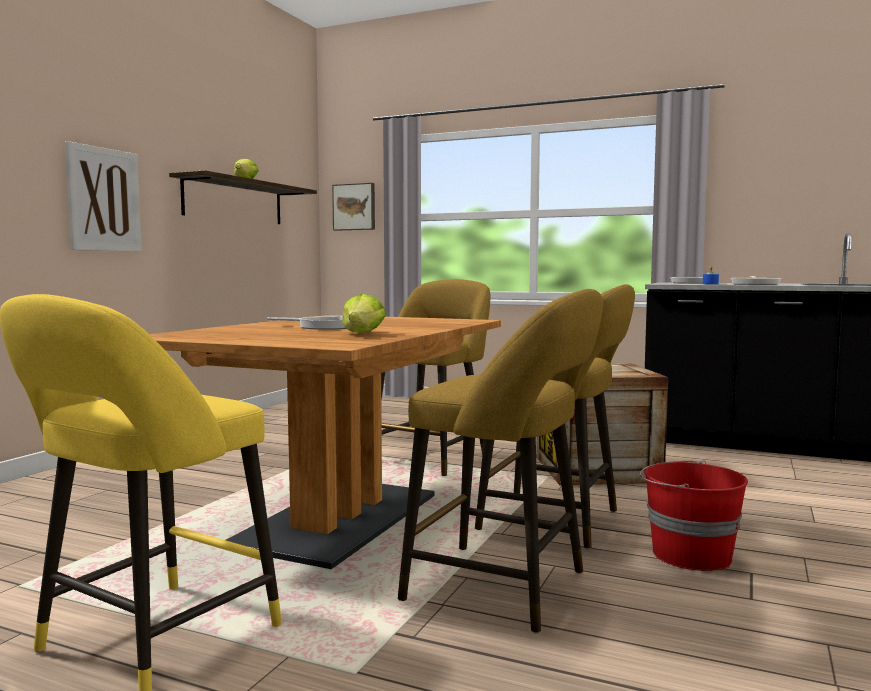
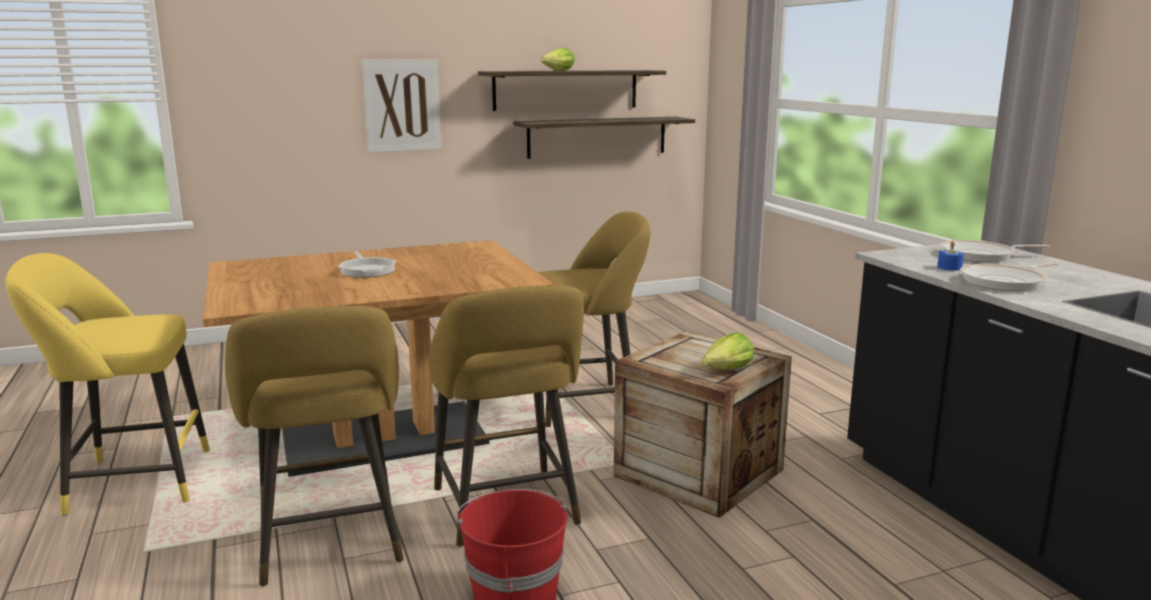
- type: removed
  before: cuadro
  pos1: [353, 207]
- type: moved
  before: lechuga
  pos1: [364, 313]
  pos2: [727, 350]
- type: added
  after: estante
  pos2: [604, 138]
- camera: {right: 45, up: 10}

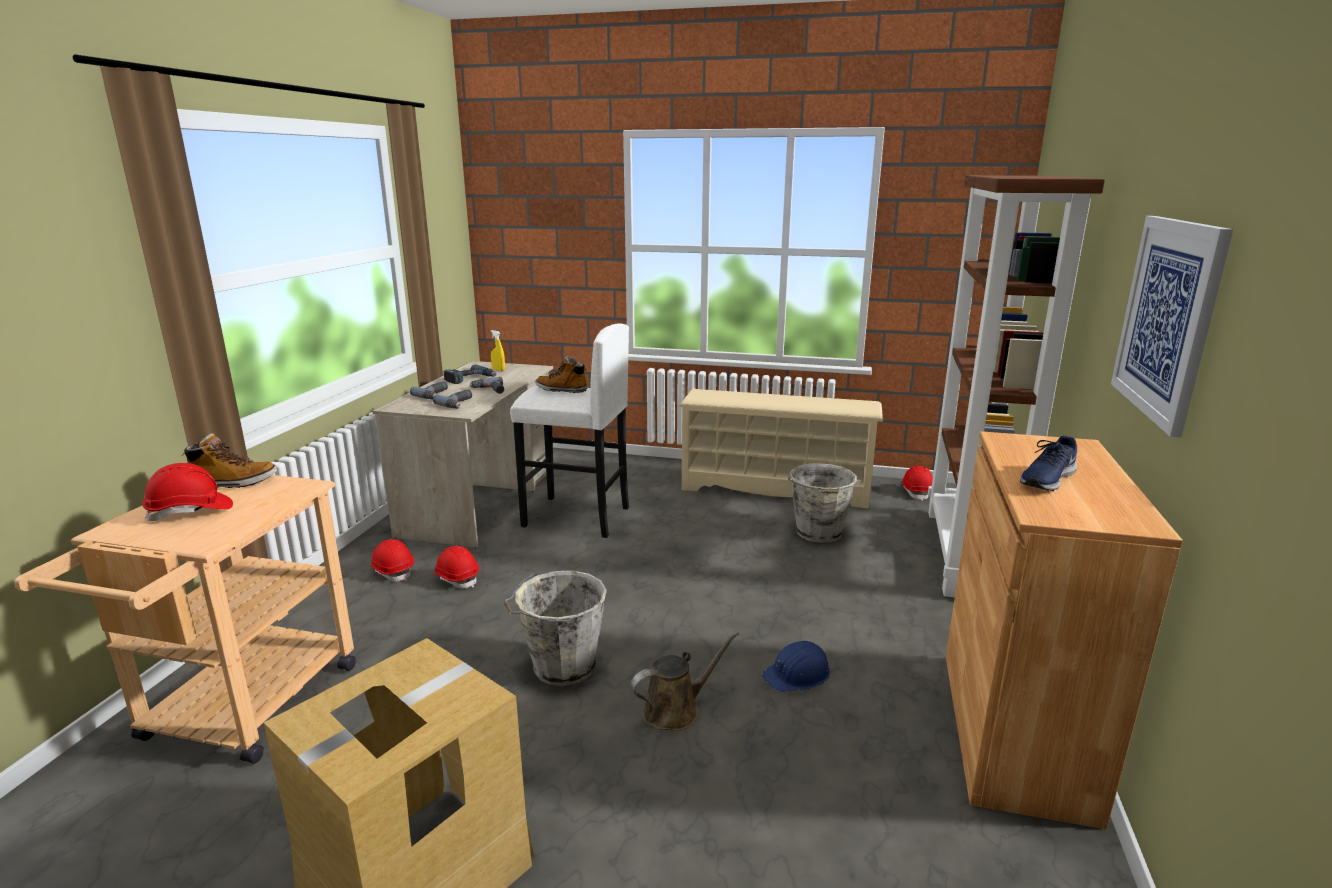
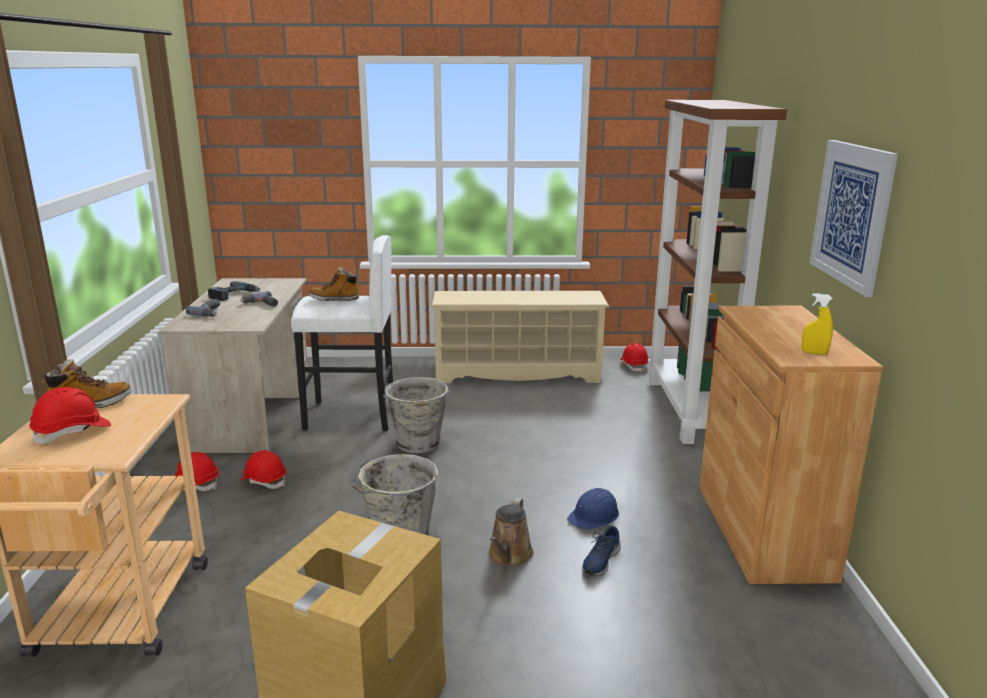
- type: removed
  before: taladro
  pos1: [452, 399]
- type: moved
  before: pulverizador [amarillo]
  pos1: [498, 350]
  pos2: [817, 324]
- type: turned
  before: regadera [marrón]
  pos1: [685, 681]
  pos2: [511, 532]
  turn: 150
- type: moved
  before: cubo [gris]
  pos1: [824, 503]
  pos2: [417, 415]
- type: moved
  before: zapato [azul]
  pos1: [1048, 463]
  pos2: [601, 551]
- camera: {right: -15, up: 0}

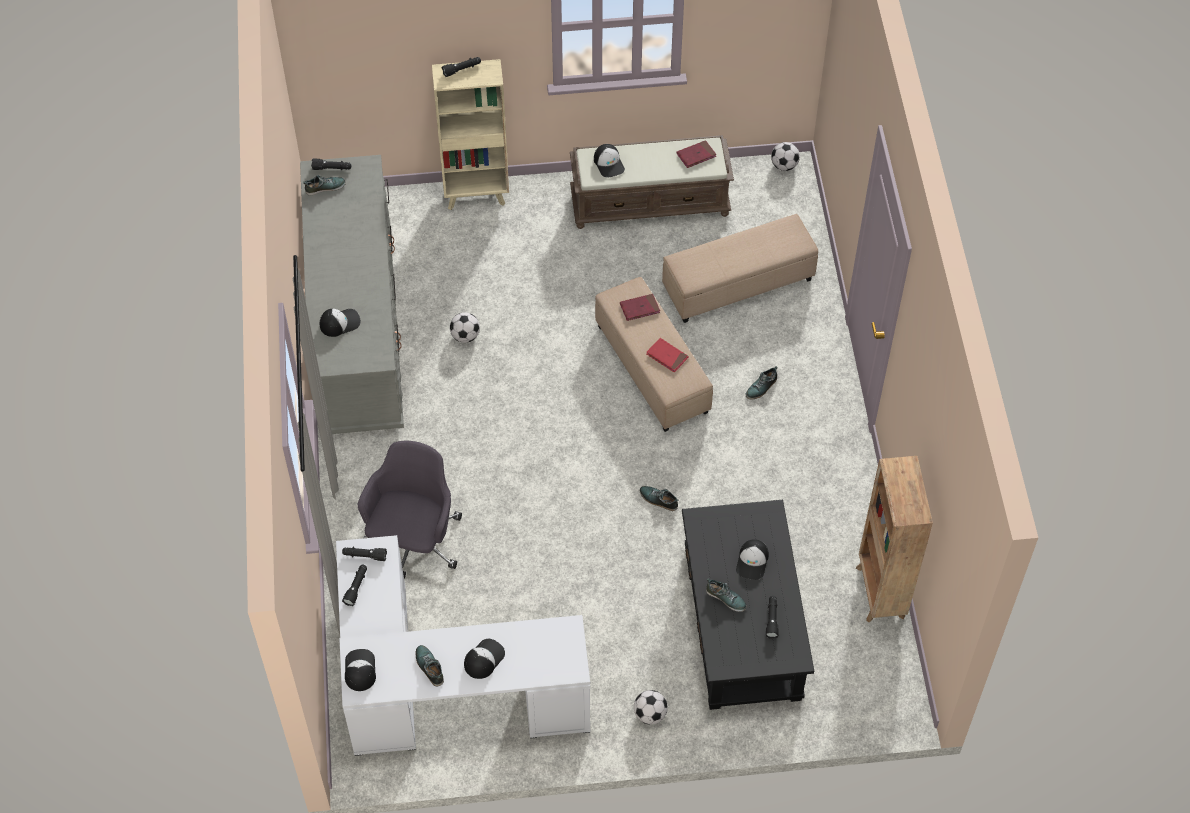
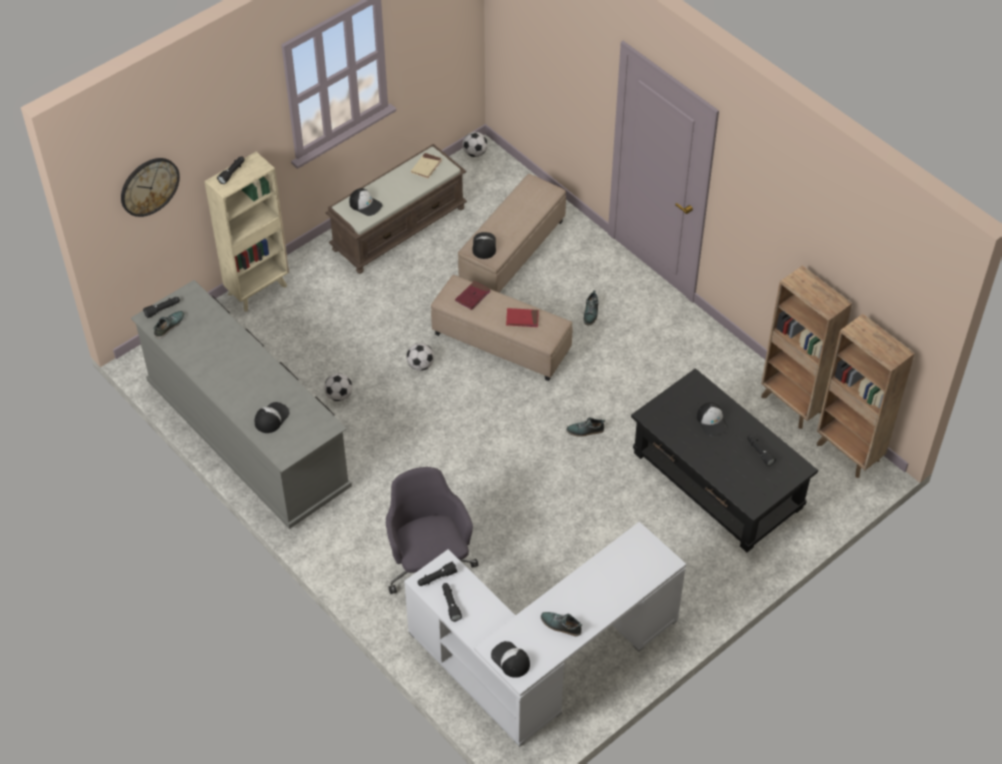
- type: moved
  before: gorra
  pos1: [484, 659]
  pos2: [484, 245]
- type: moved
  before: balón de fútbol
  pos1: [651, 707]
  pos2: [420, 357]
- type: recoloured
  before: libro [rojo]
  after: libro [beis]
  pos1: [696, 154]
  pos2: [426, 166]
- type: removed
  before: zapato
  pos1: [726, 595]
- type: added
  after: reloj de pared
  pos2: [150, 187]
- type: added
  after: estantería [marrón]
  pos2: [866, 396]
- camera: {right: -35, up: -5}

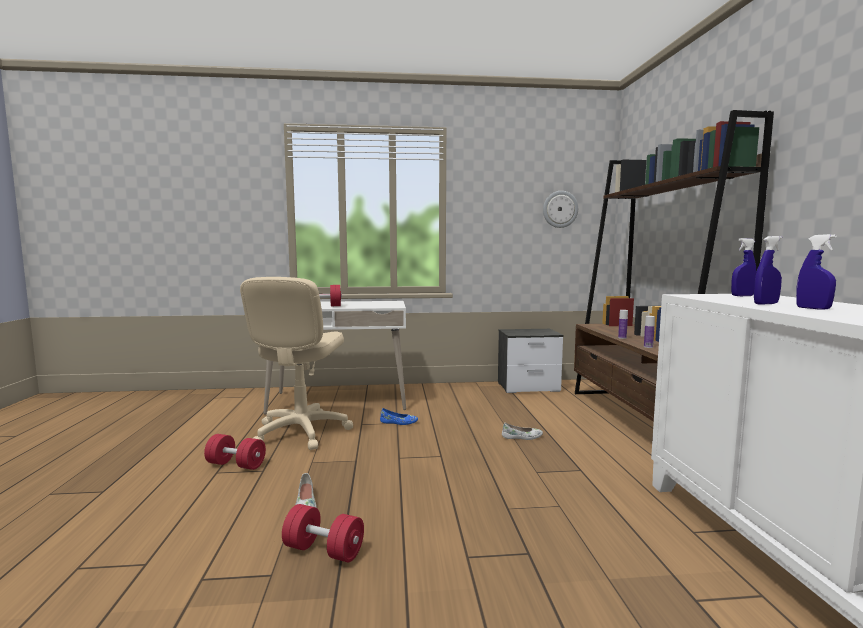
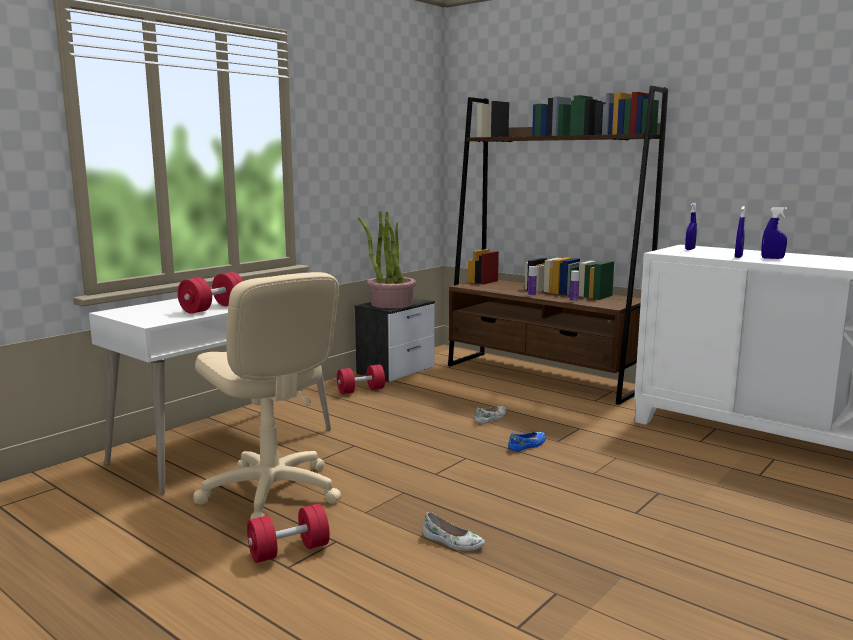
- type: moved
  before: mancuerna [rojo]
  pos1: [323, 533]
  pos2: [361, 379]
- type: moved
  before: zapato [azul]
  pos1: [399, 416]
  pos2: [527, 442]
- type: removed
  before: reloj de pared
  pos1: [560, 209]
- type: added
  after: planta en maceta
  pos2: [387, 259]
- camera: {right: -45, up: 5}

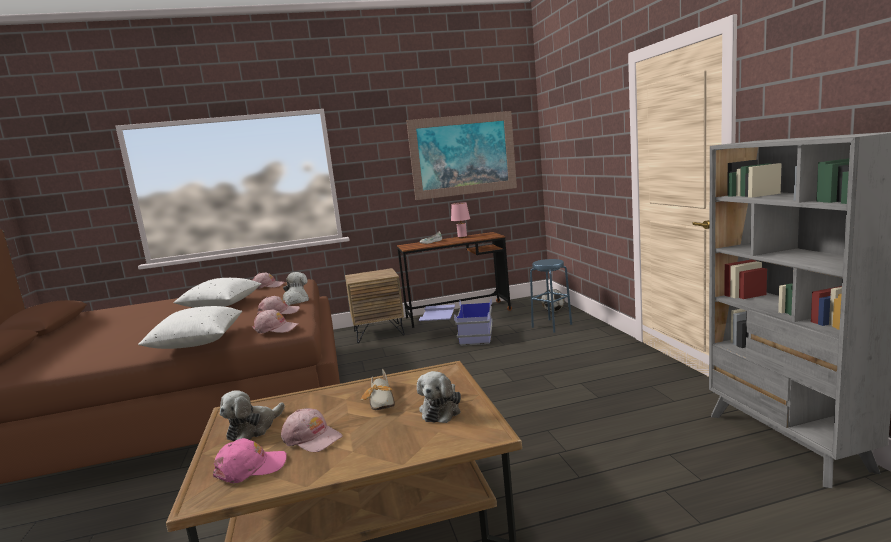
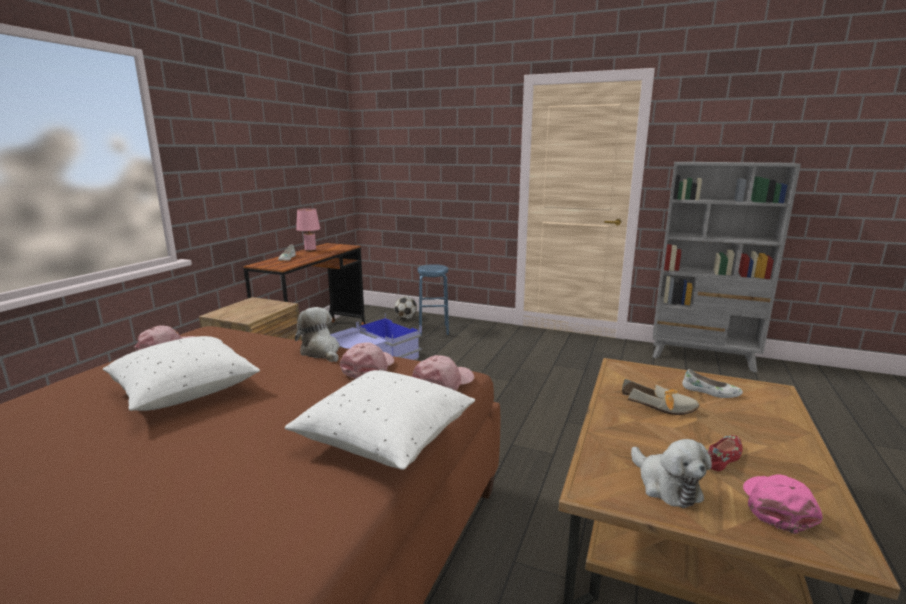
- type: replaced
  before: gorra [rosa]
  after: zapato [rojo]
  pos1: [311, 430]
  pos2: [725, 453]
- type: removed
  before: cuadro
  pos1: [461, 155]
- type: replaced
  before: peluche
  after: zapato [blanco]
  pos1: [439, 397]
  pos2: [712, 383]
- camera: {right: -55, up: 5}

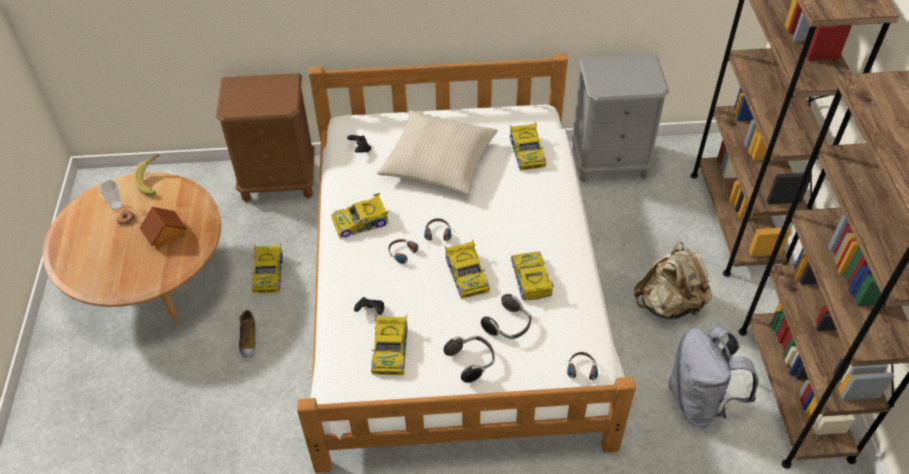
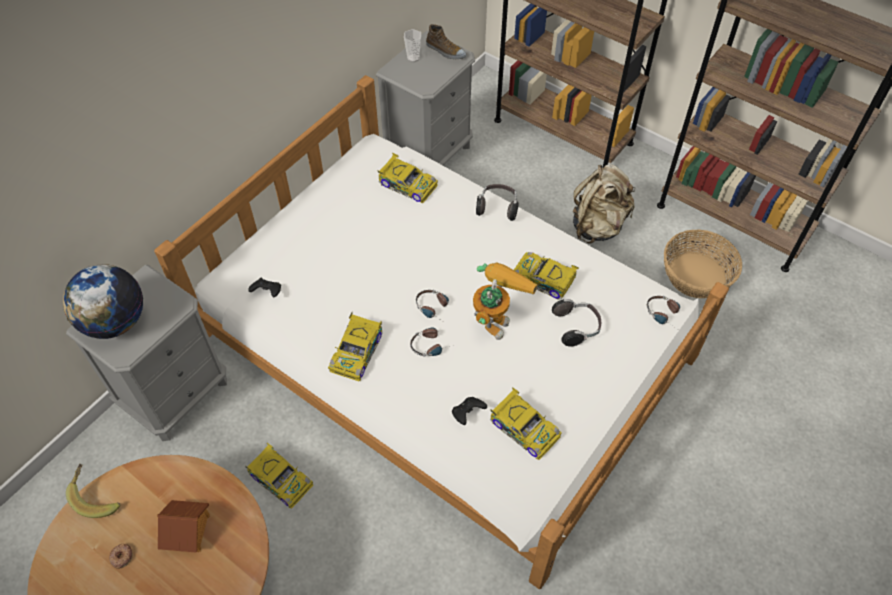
- type: moved
  before: taza
  pos1: [110, 195]
  pos2: [412, 45]
- type: recoloured
  before: mesita de noche [marrón]
  after: mesita de noche [gris]
  pos1: [265, 137]
  pos2: [146, 353]
- type: moved
  before: zapato
  pos1: [247, 334]
  pos2: [446, 41]
- type: removed
  before: cojín [beis]
  pos1: [437, 152]
- type: moved
  before: auriculares
  pos1: [469, 359]
  pos2: [497, 202]
- type: replaced
  before: coche de juguete
  after: robot de juguete
  pos1: [467, 269]
  pos2: [505, 301]
- type: replaced
  before: mochila [gris]
  after: cesta
  pos1: [713, 376]
  pos2: [703, 263]
- type: added
  after: globo terráqueo
  pos2: [103, 301]
- camera: {right: -50, up: 5}

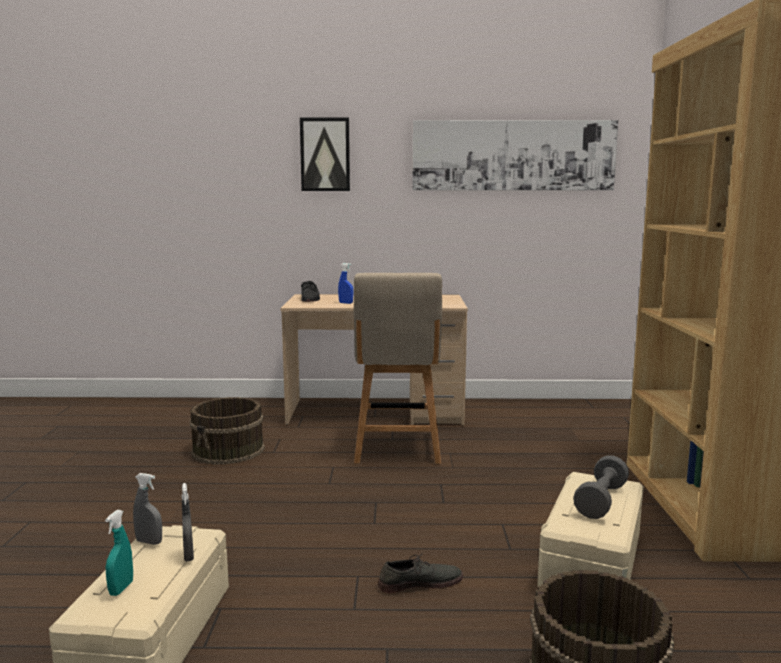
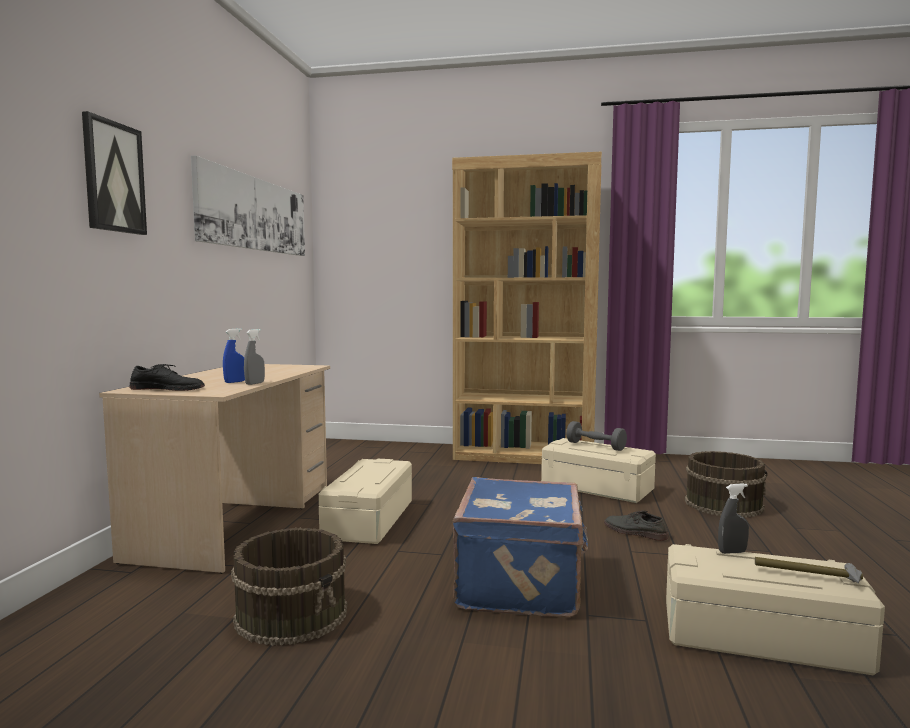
- type: replaced
  before: pulverizador [turquesa]
  after: martillo
  pos1: [119, 553]
  pos2: [809, 570]
- type: moved
  before: pulverizador [gris]
  pos1: [147, 509]
  pos2: [254, 357]
- type: replaced
  before: silla [beis]
  after: caja de almacenaje [beis]
  pos1: [398, 368]
  pos2: [365, 501]
- type: turned
  before: zapato [gris]
  pos1: [420, 573]
  pos2: [636, 525]
  turn: -45
- type: added
  after: maleta [azul]
  pos2: [520, 547]
- camera: {right: -80, up: -5}

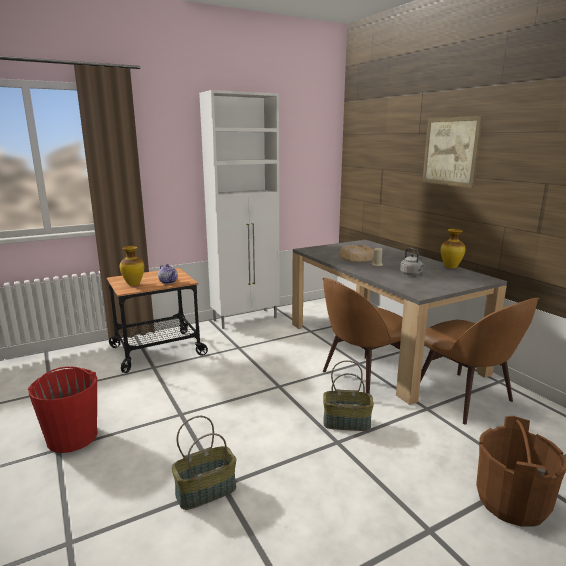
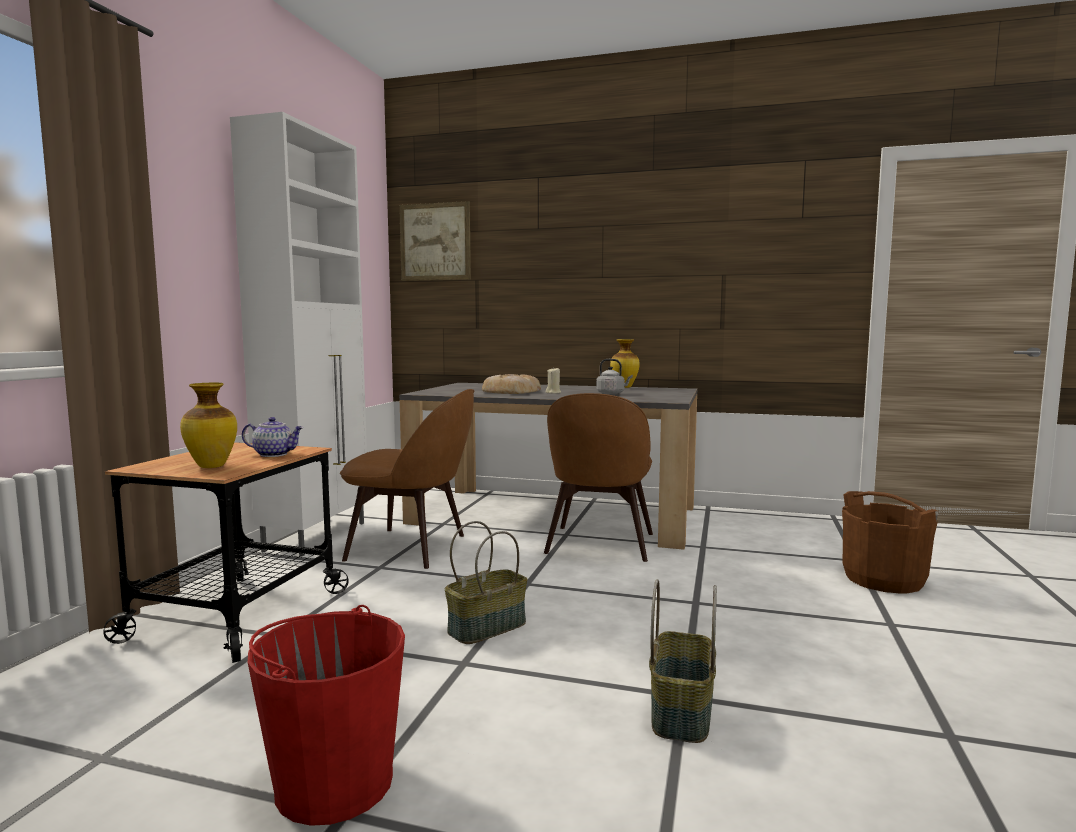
- type: moved
  before: cesta
  pos1: [348, 395]
  pos2: [486, 582]
- type: moved
  before: silla [marrón]
  pos1: [479, 361]
  pos2: [407, 479]
- type: moved
  before: cuadro
  pos1: [452, 152]
  pos2: [435, 241]
- camera: {right: -45, up: -10}

